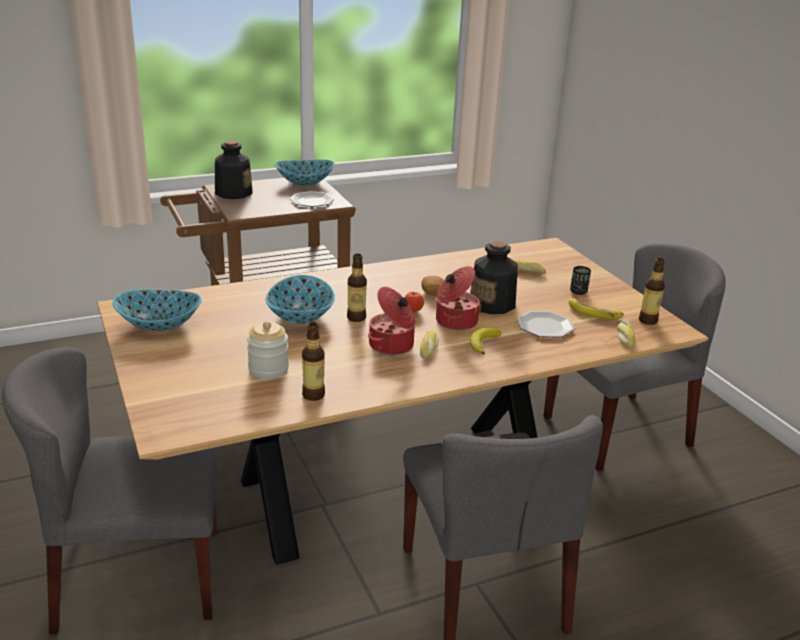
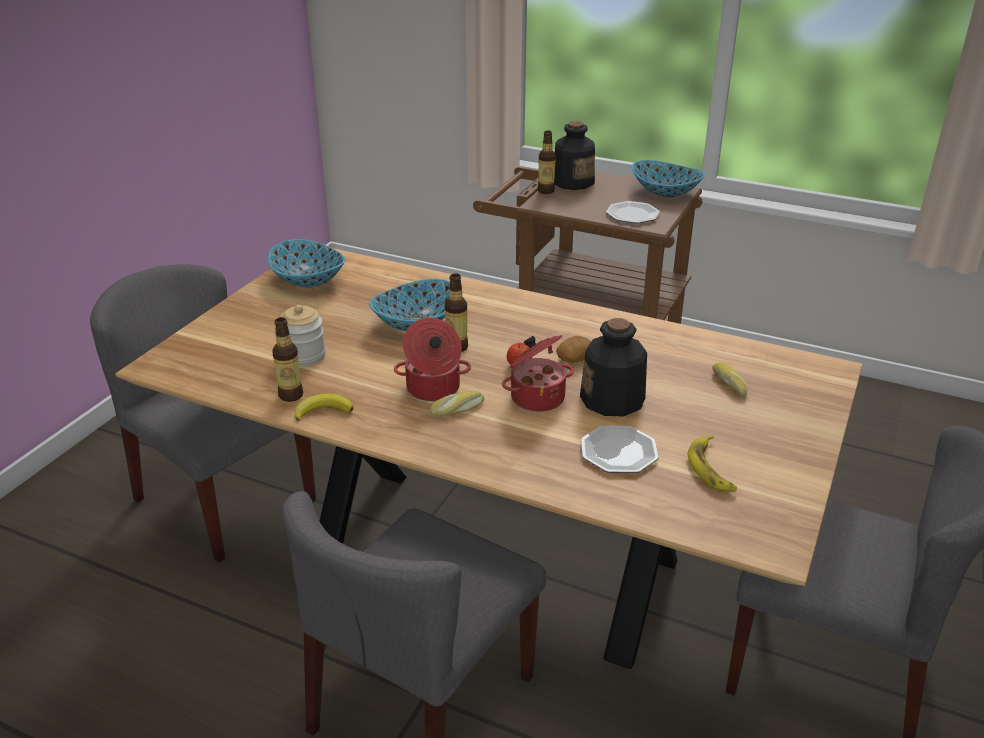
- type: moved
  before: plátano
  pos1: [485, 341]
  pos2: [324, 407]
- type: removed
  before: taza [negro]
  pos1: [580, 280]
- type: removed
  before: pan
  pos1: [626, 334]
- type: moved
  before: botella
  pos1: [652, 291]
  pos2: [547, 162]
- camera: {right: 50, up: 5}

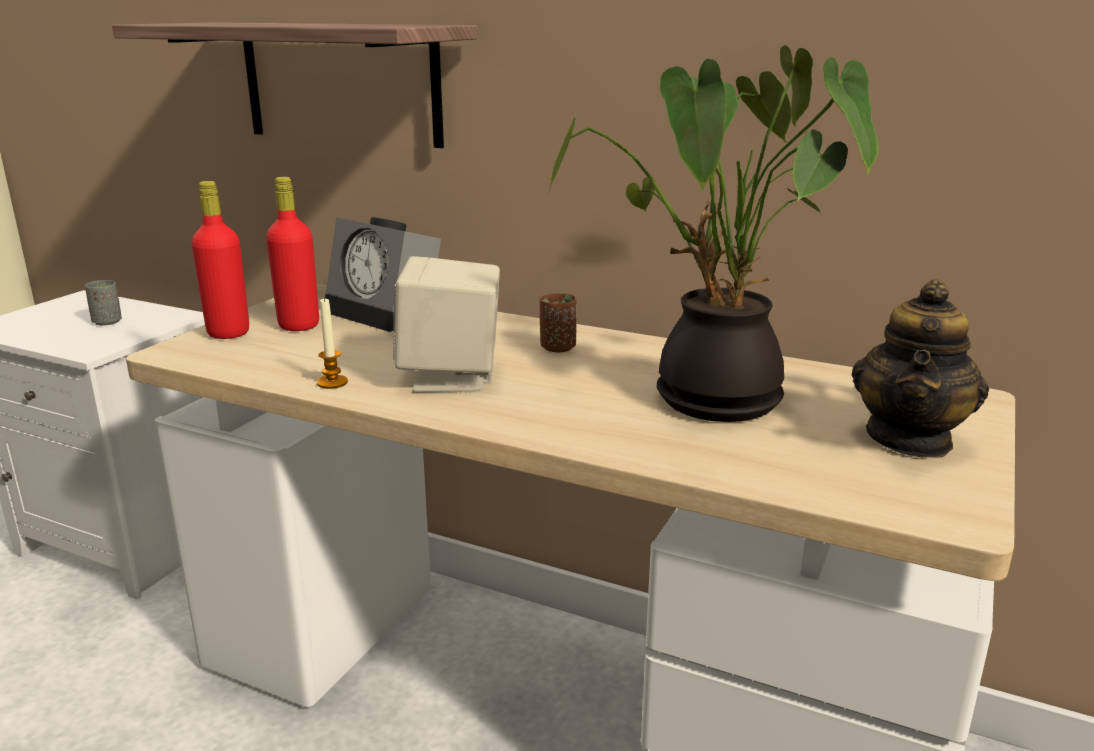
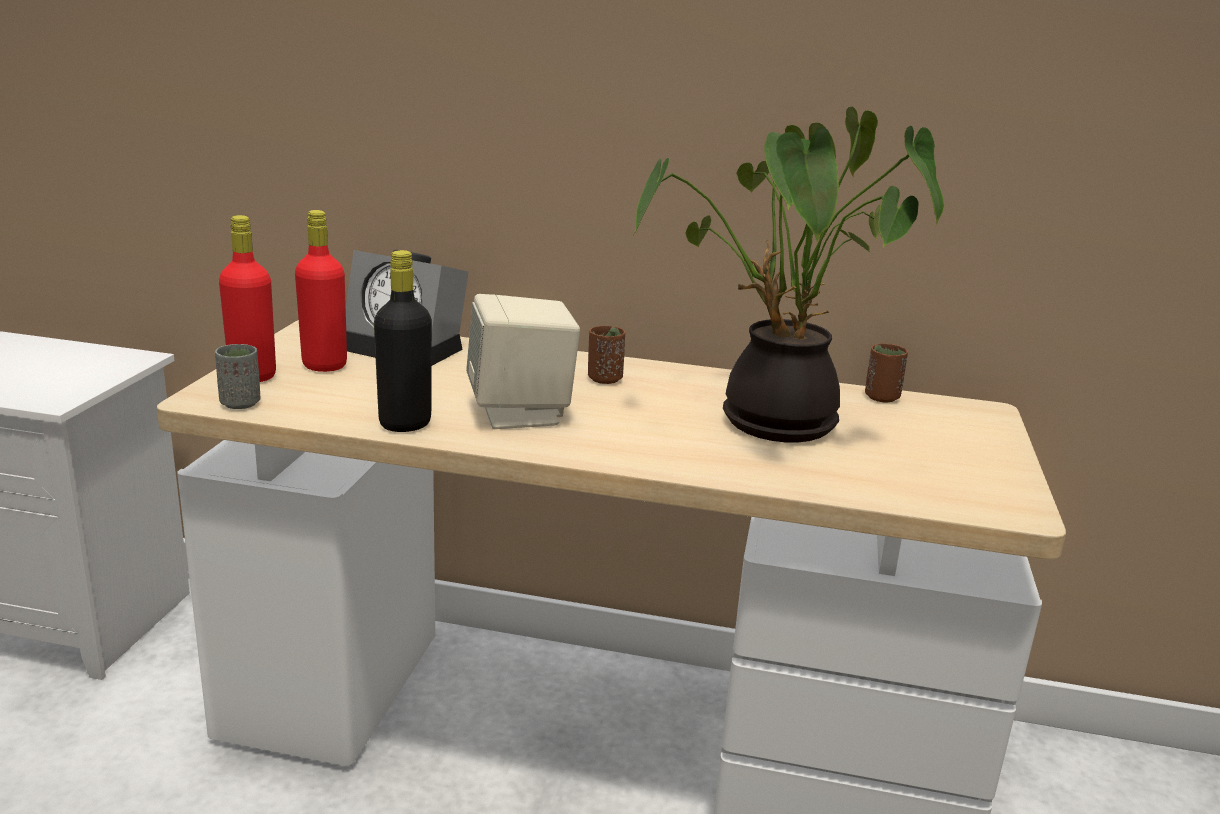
- type: moved
  before: taza [gris]
  pos1: [103, 302]
  pos2: [238, 376]
- type: removed
  before: estante
  pos1: [295, 85]
- type: replaced
  before: vela
  after: botella [negro]
  pos1: [332, 343]
  pos2: [403, 341]
- type: removed
  before: tetera
  pos1: [920, 368]
- type: added
  after: taza [marrón]
  pos2: [886, 373]
- camera: {right: -15, up: 0}

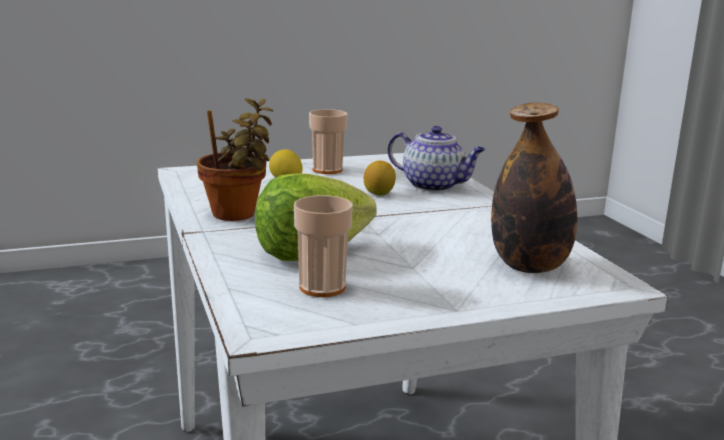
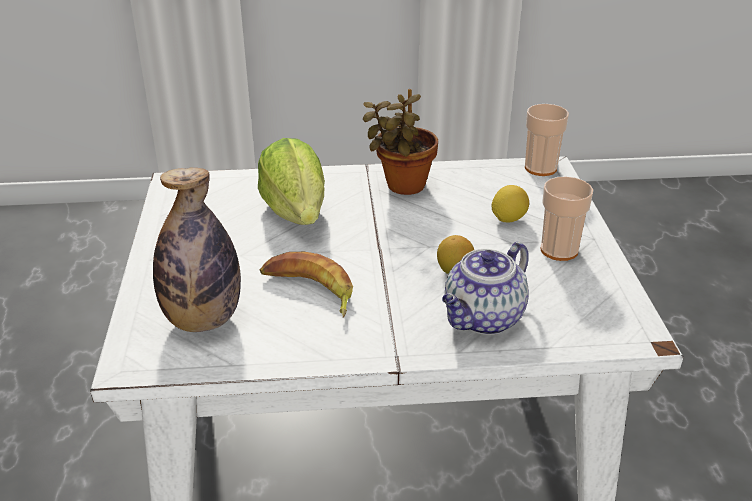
- type: moved
  before: taza
  pos1: [323, 246]
  pos2: [547, 140]
- type: added
  after: plátano
  pos2: [306, 284]
- camera: {right: 105, up: 15}

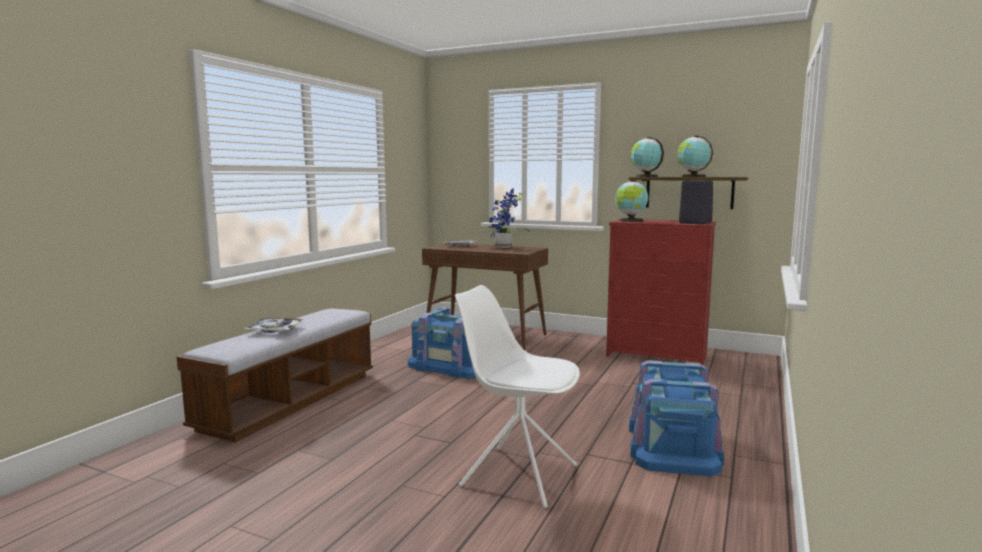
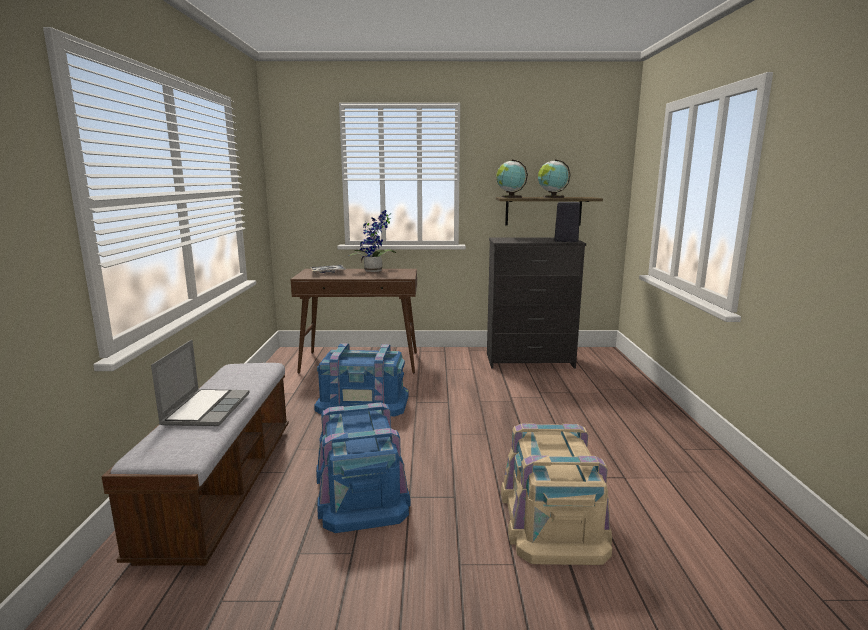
- type: replaced
  before: bandeja
  after: portátil
  pos1: [274, 325]
  pos2: [200, 383]
- type: replaced
  before: silla [blanco]
  after: caja de almacenaje [beis]
  pos1: [517, 396]
  pos2: [556, 494]
- type: recoloured
  before: cómoda [rojo]
  after: cómoda [negro]
  pos1: [661, 292]
  pos2: [536, 303]
- type: removed
  before: globo terráqueo
  pos1: [631, 201]
- type: moved
  before: caja de almacenaje [azul]
  pos1: [676, 418]
  pos2: [363, 467]
- camera: {right: -25, up: 5}

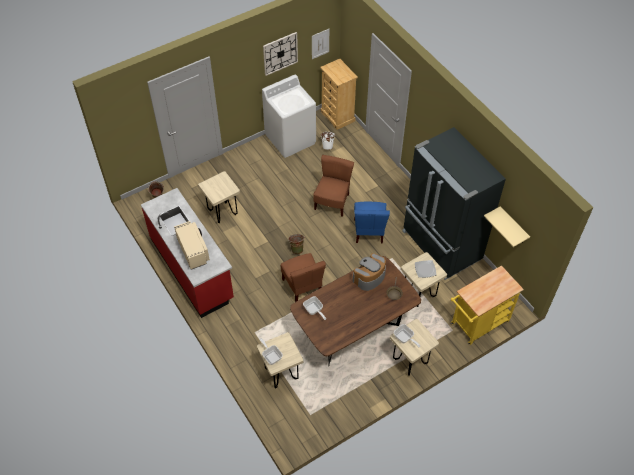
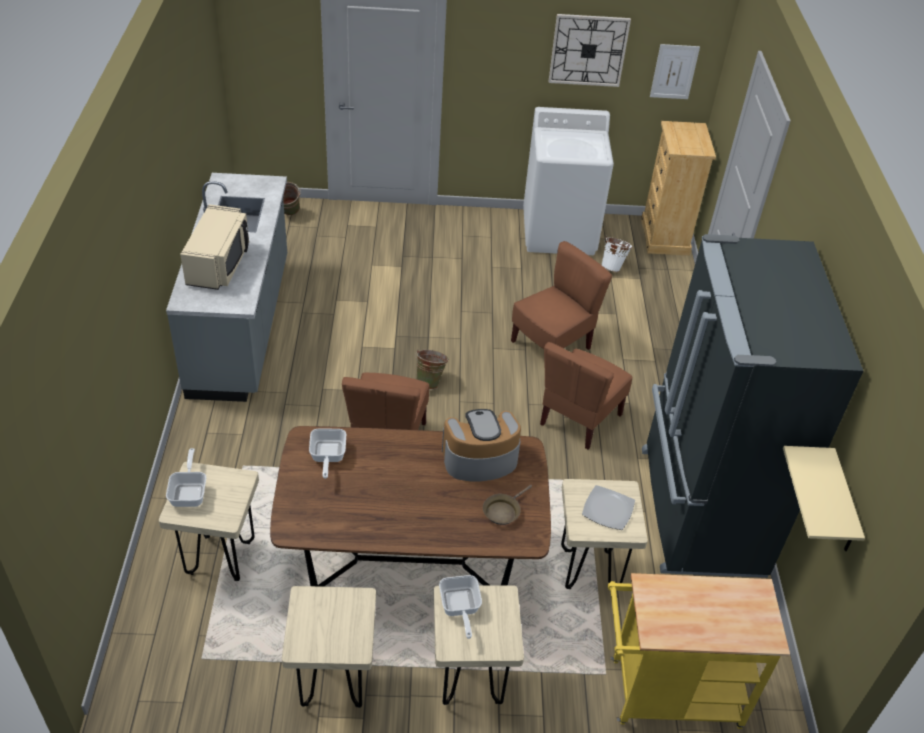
- type: recoloured
  before: mueble bajo de cocina [rojo]
  after: mueble bajo de cocina [gris]
  pos1: [187, 253]
  pos2: [226, 287]
- type: moved
  before: taburete [beis]
  pos1: [219, 197]
  pos2: [329, 647]
- type: recoloured
  before: silla [azul]
  after: silla [marrón]
  pos1: [372, 223]
  pos2: [586, 395]
- camera: {right: 30, up: -10}

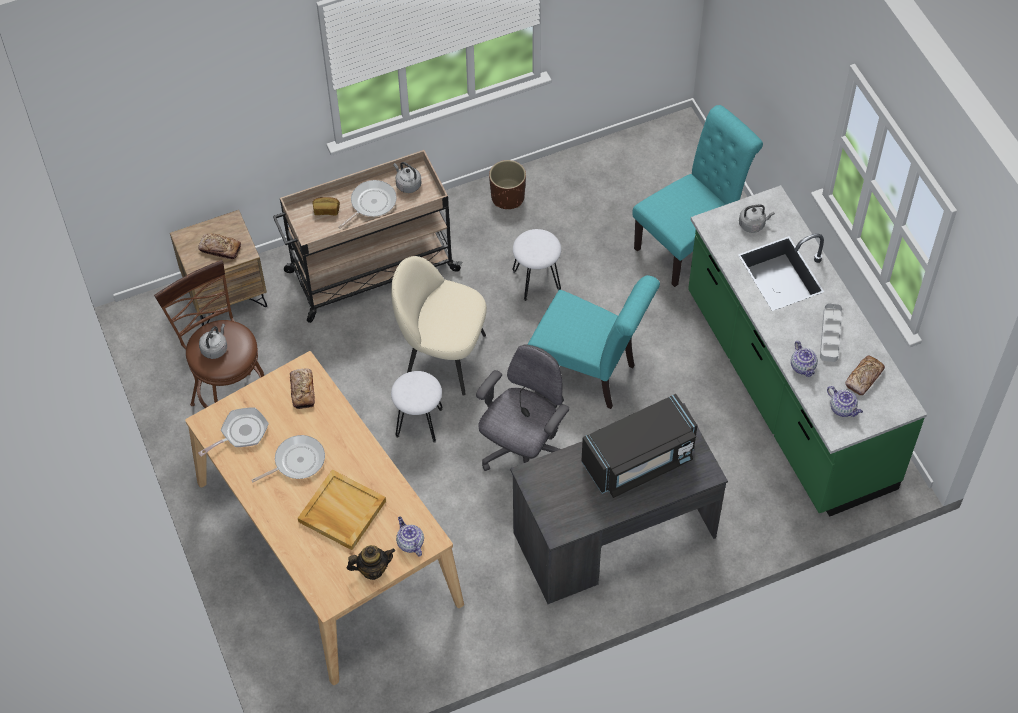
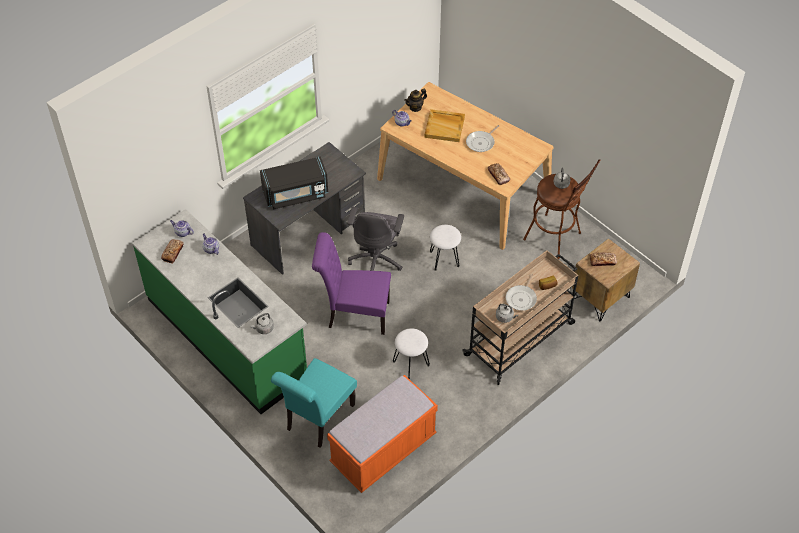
- type: removed
  before: sartén
  pos1: [233, 432]
- type: removed
  before: silla [beis]
  pos1: [439, 326]
- type: removed
  before: maceta [marrón]
  pos1: [507, 184]
- type: recoloured
  before: silla [turquesa]
  after: silla [morado]
  pos1: [594, 342]
  pos2: [351, 283]
- type: turned
  before: microondas [negro]
  pos1: [639, 446]
  pos2: [294, 183]
  turn: -150
- type: removed
  before: bandeja [gris]
  pos1: [831, 332]
- type: added
  after: banco [naranja]
  pos2: [382, 434]
- camera: {right: 160, up: -5}

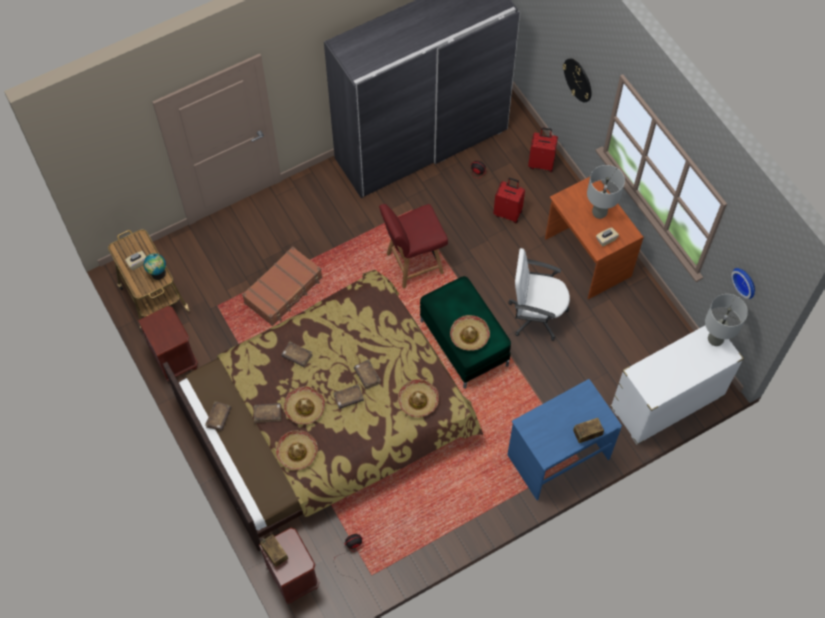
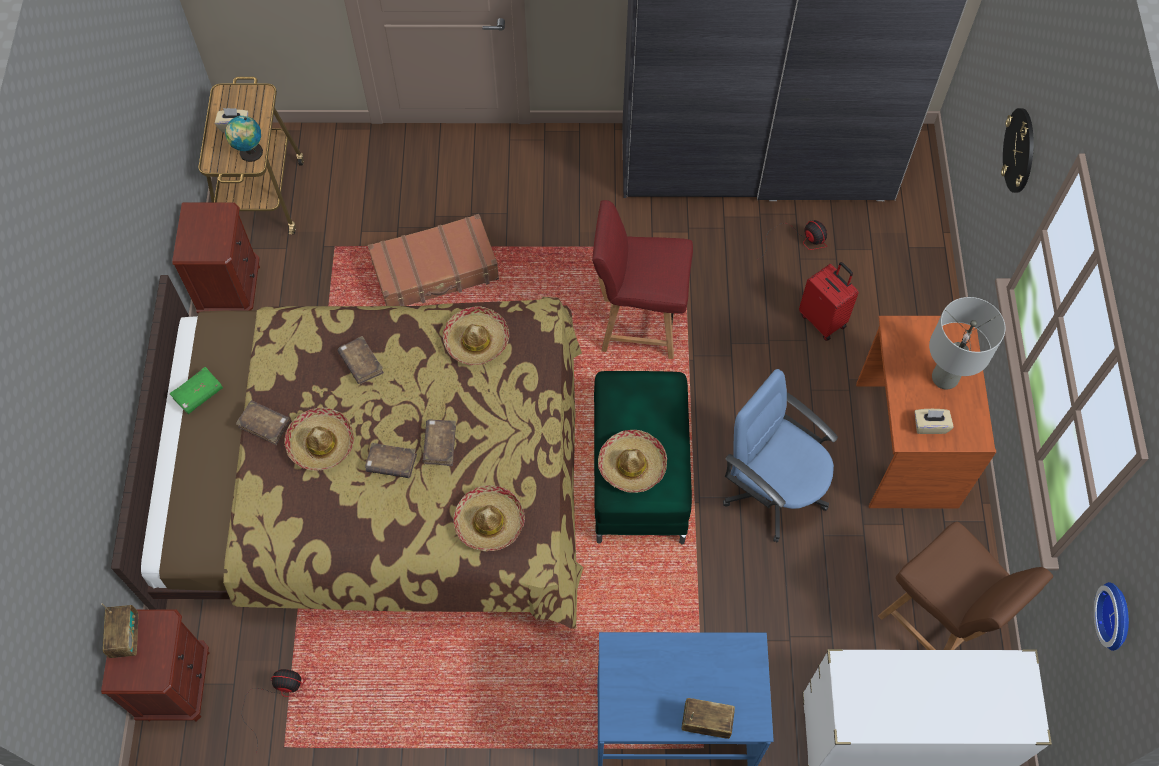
- type: recoloured
  before: libro [marrón]
  after: libro [verde]
  pos1: [218, 416]
  pos2: [196, 390]
- type: moved
  before: sombrero
  pos1: [297, 450]
  pos2: [476, 335]
- type: recoloured
  before: silla de oficina [blanco]
  after: silla de oficina [azul]
  pos1: [539, 294]
  pos2: [780, 456]
- type: removed
  before: maleta [rojo]
  pos1: [543, 150]
- type: removed
  before: lámpara de mesa [gris]
  pos1: [726, 320]
- type: added
  after: silla [marrón]
  pos2: [965, 585]
- camera: {right: 30, up: 0}

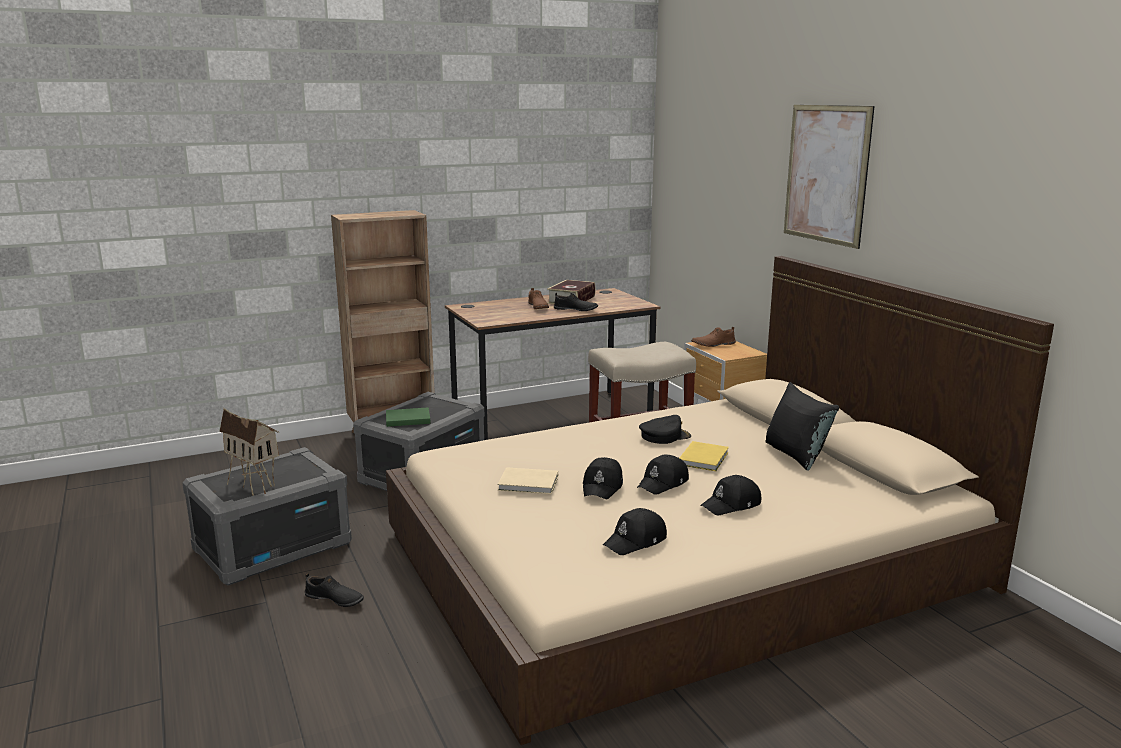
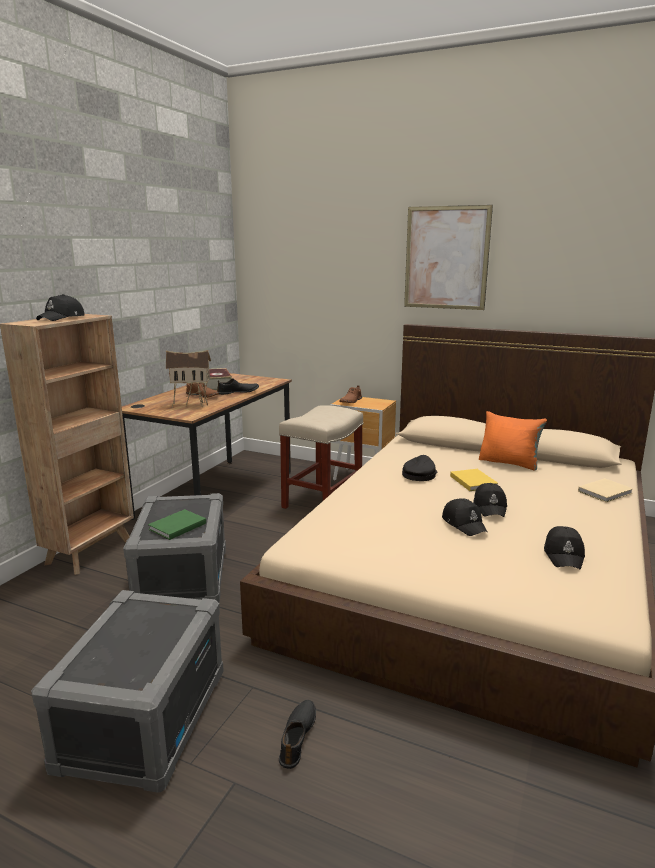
- type: moved
  before: casita
  pos1: [249, 452]
  pos2: [188, 378]
- type: turned
  before: zapato [negro]
  pos1: [334, 590]
  pos2: [297, 734]
  turn: -60
- type: moved
  before: libro [beis]
  pos1: [527, 480]
  pos2: [605, 490]
- type: moved
  before: gorra [negro]
  pos1: [730, 495]
  pos2: [60, 307]
- type: recoloured
  before: cojín [negro]
  after: cojín [naranja]
  pos1: [802, 426]
  pos2: [513, 441]
- camera: {right: -40, up: 0}

